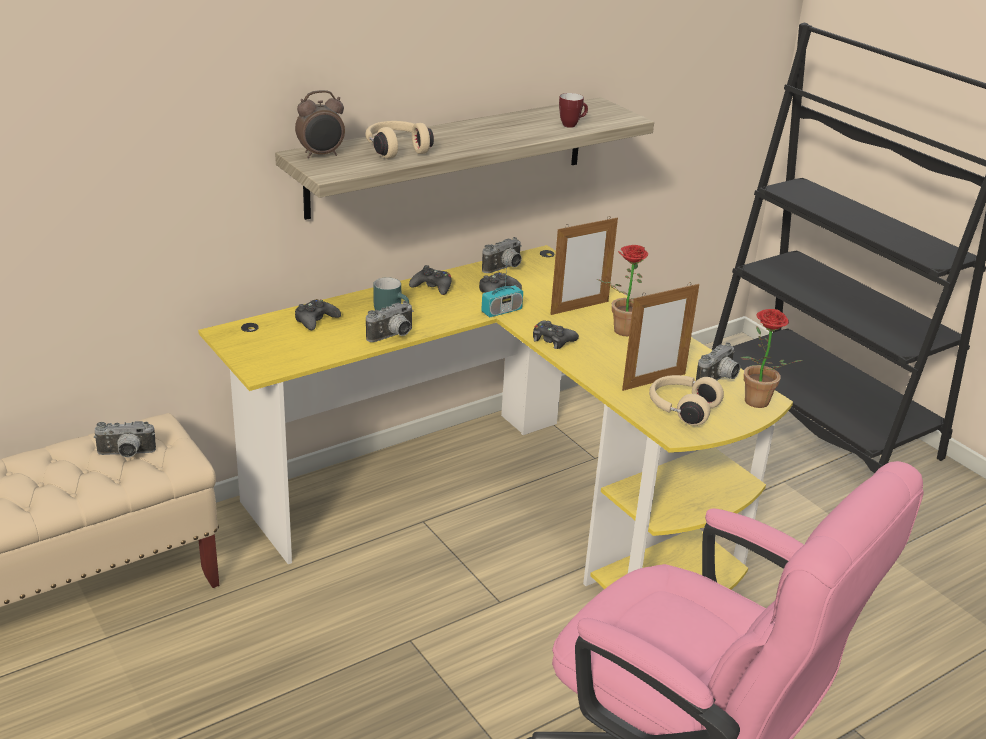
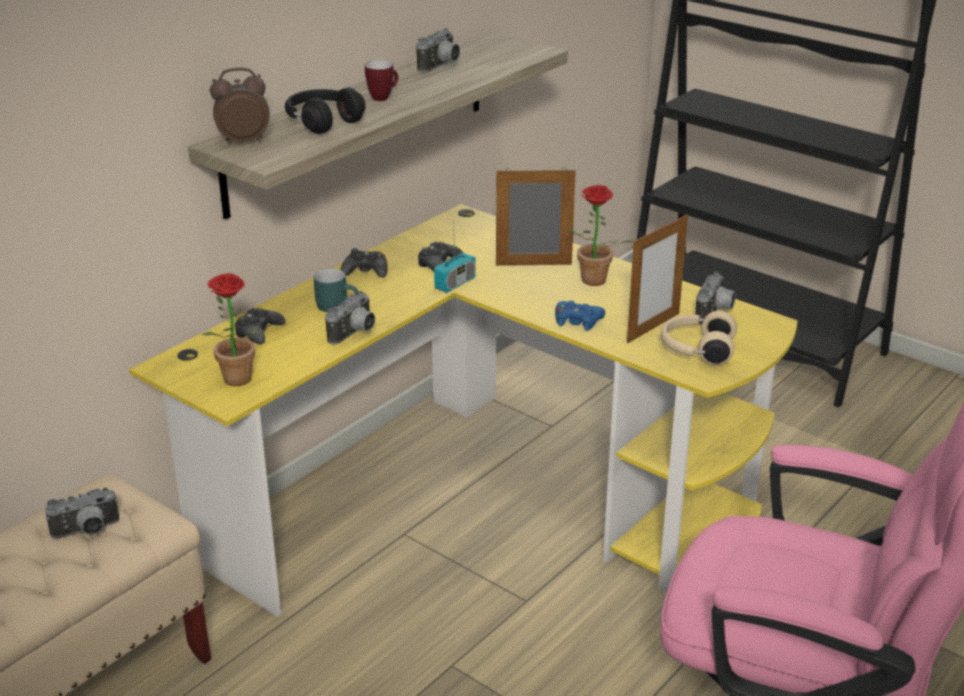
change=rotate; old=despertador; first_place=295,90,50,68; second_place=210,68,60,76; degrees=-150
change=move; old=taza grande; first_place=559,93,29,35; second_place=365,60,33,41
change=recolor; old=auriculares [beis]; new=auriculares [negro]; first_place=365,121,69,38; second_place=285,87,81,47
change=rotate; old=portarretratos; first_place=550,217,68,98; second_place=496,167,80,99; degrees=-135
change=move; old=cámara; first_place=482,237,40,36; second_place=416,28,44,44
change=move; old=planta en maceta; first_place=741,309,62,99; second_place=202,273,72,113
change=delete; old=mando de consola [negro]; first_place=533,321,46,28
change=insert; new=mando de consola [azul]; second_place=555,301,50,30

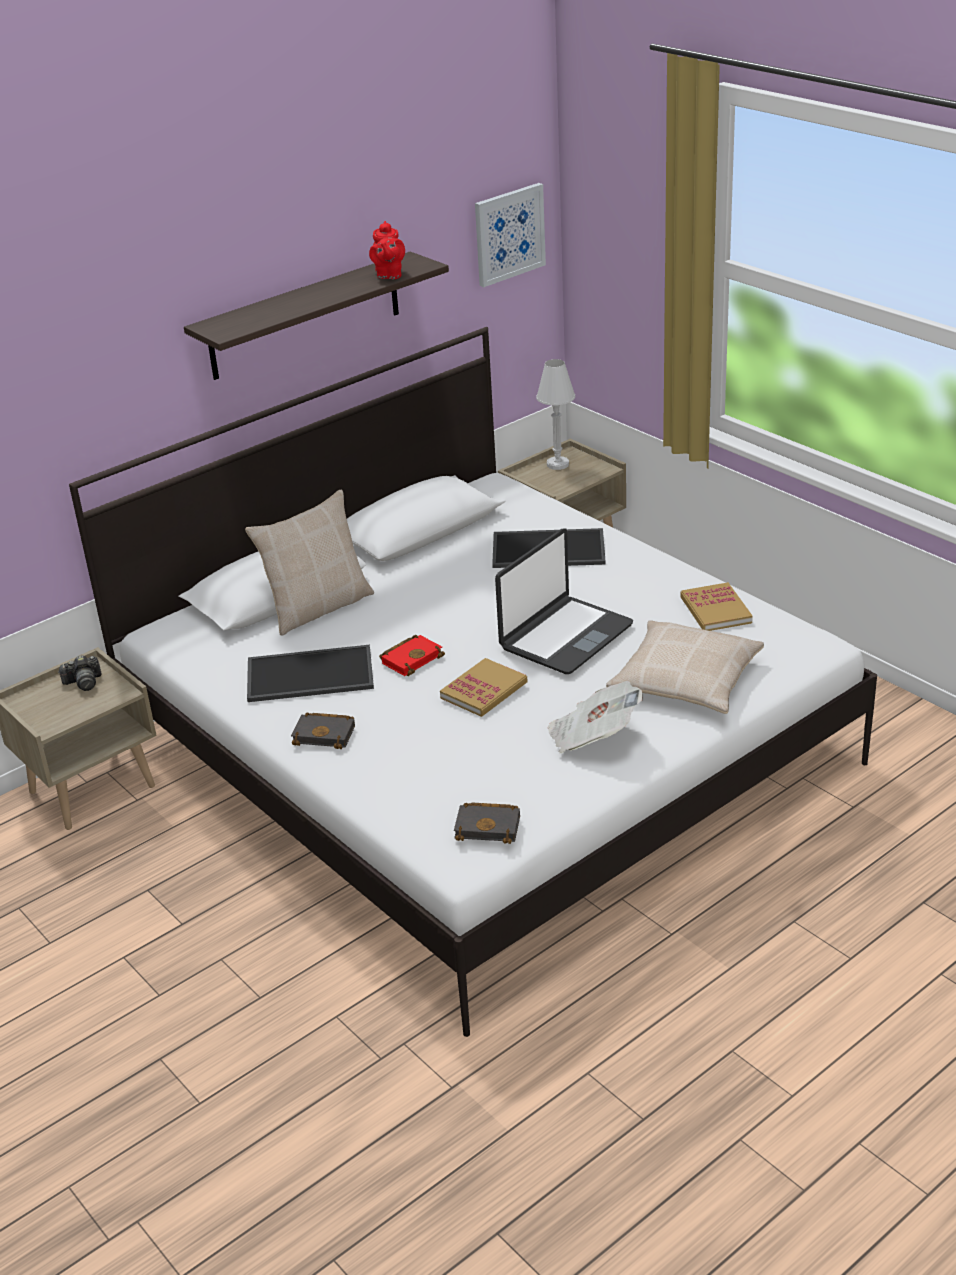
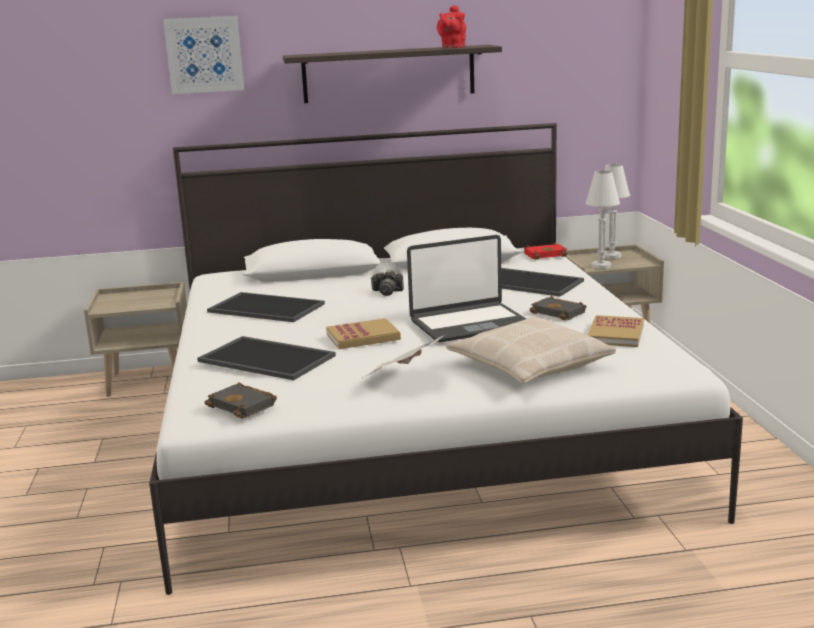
change=move; old=cuadro; first_place=475,183,71,104; second_place=163,16,81,78
change=delete; old=cojín [beis]; first_place=245,490,129,146
change=move; old=libro [rojo]; first_place=379,635,66,41; second_place=524,243,43,17
change=move; old=cámara; first_place=58,655,44,36; second_place=370,269,34,27
change=move; old=libro [negro]; first_place=291,712,64,37; second_place=530,296,56,24
change=insert; new=lámpara de mesa [blanco]; second_place=586,171,34,98
change=insert; new=bandeja; second_place=197,336,139,44

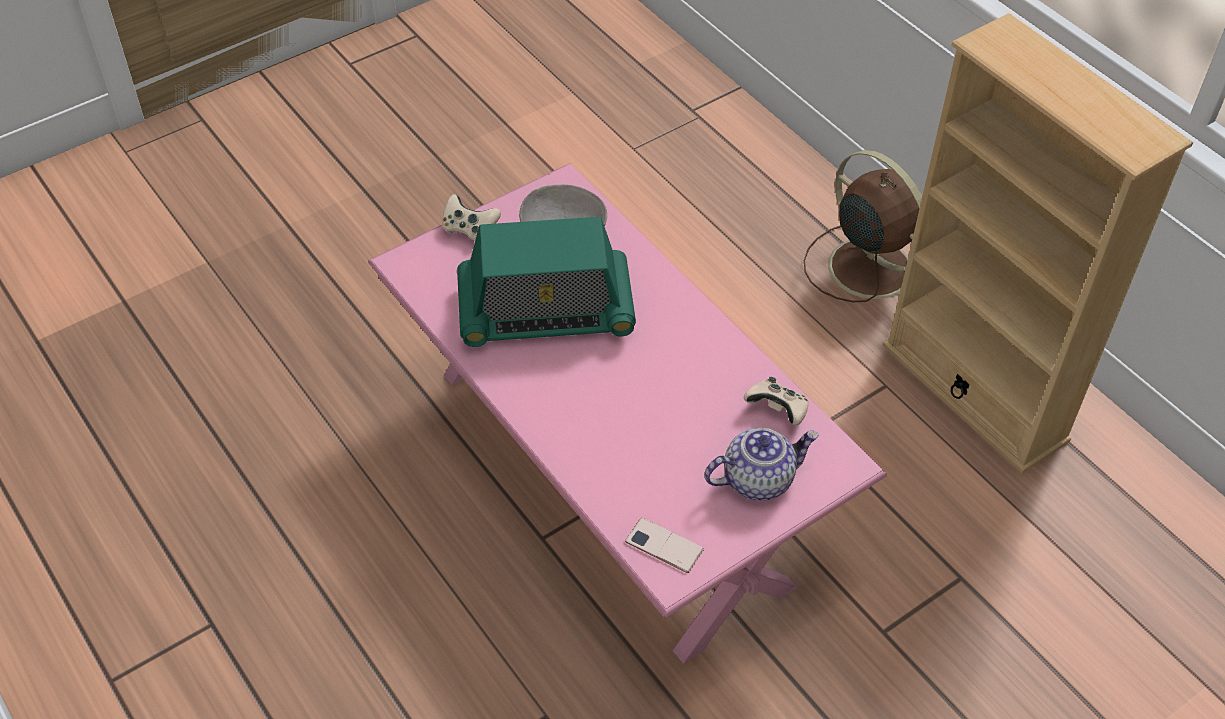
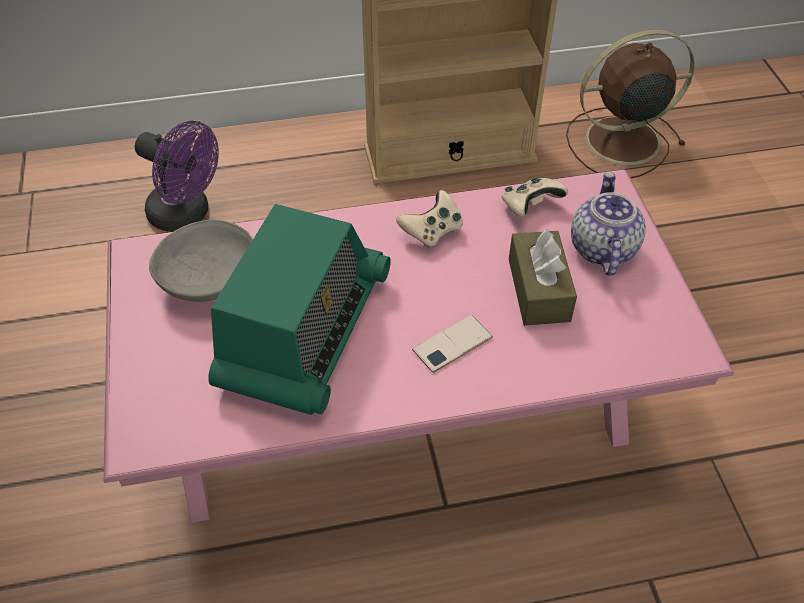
change=move; old=ventilador [marrón]; first_place=804,150,118,153; second_place=566,29,129,149
change=move; old=mando de consola [beis]; first_place=442,194,59,47; second_place=396,190,67,59
change=move; old=móvil; first_place=625,518,79,55; second_place=412,315,81,58
change=insert; new=ventilador [morado]; second_place=135,121,84,111
change=insert; new=caja de pañuelos [marrón]; second_place=509,229,68,96

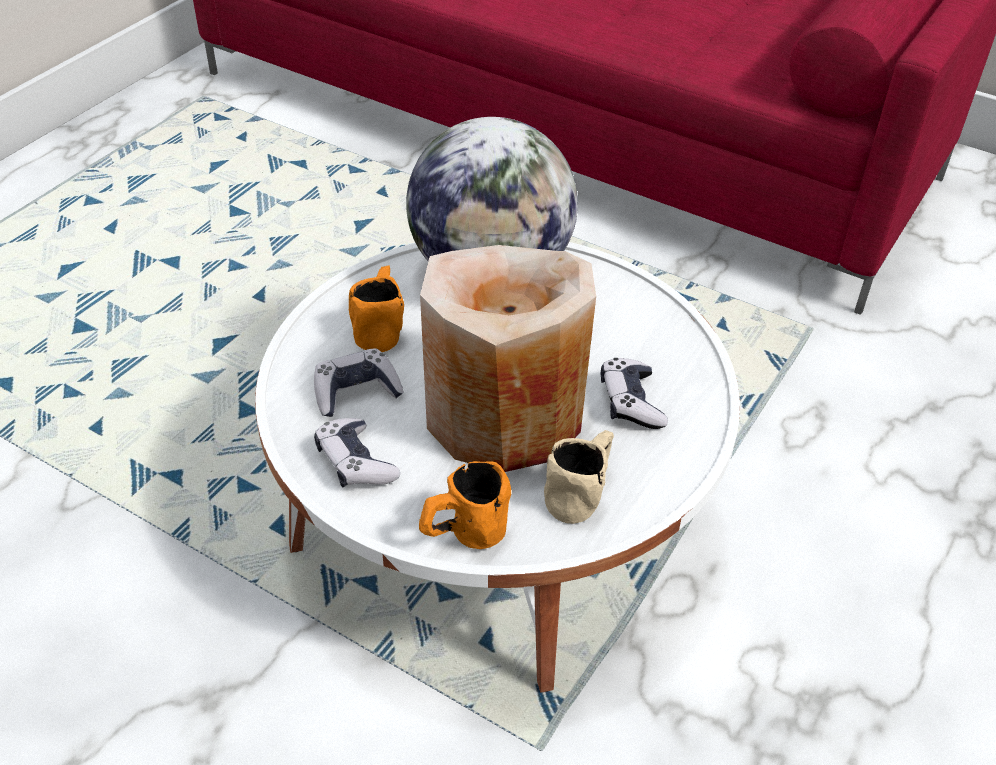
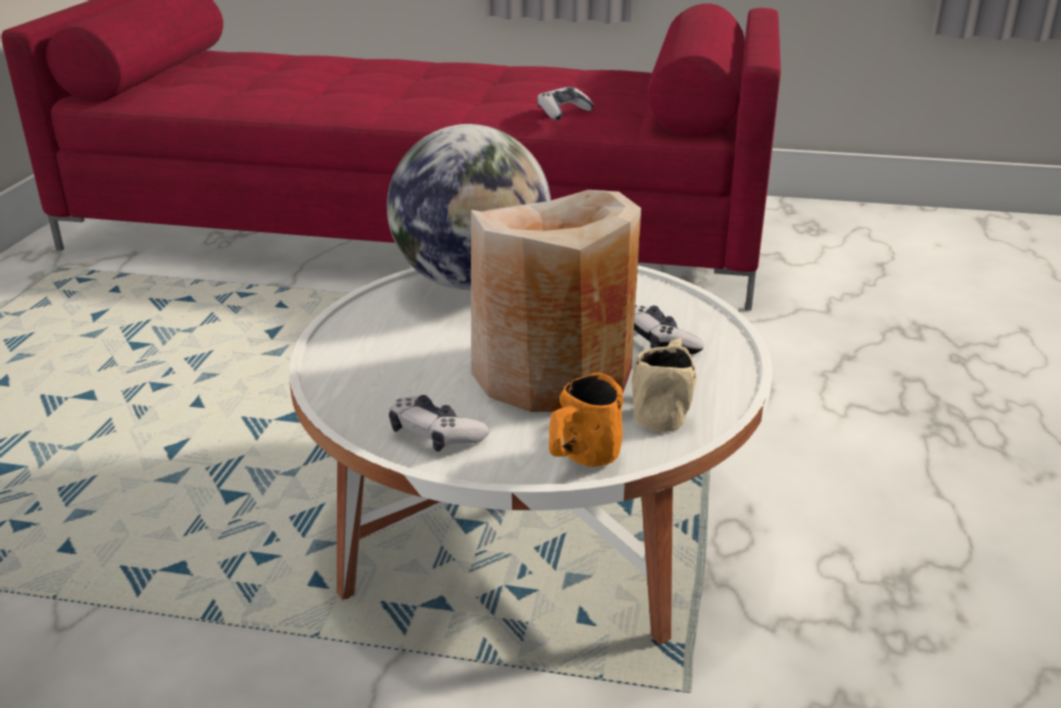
change=delete; old=taza grande [naranja]; first_place=349,265,55,87
change=move; old=mando de consola; first_place=314,348,90,69; second_place=537,87,58,33

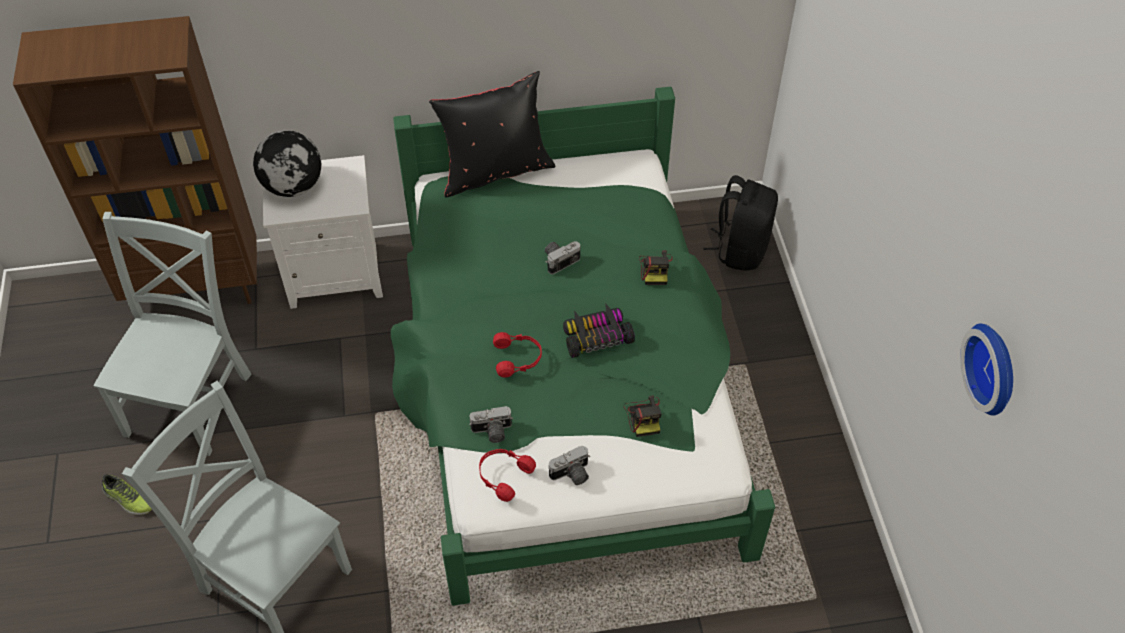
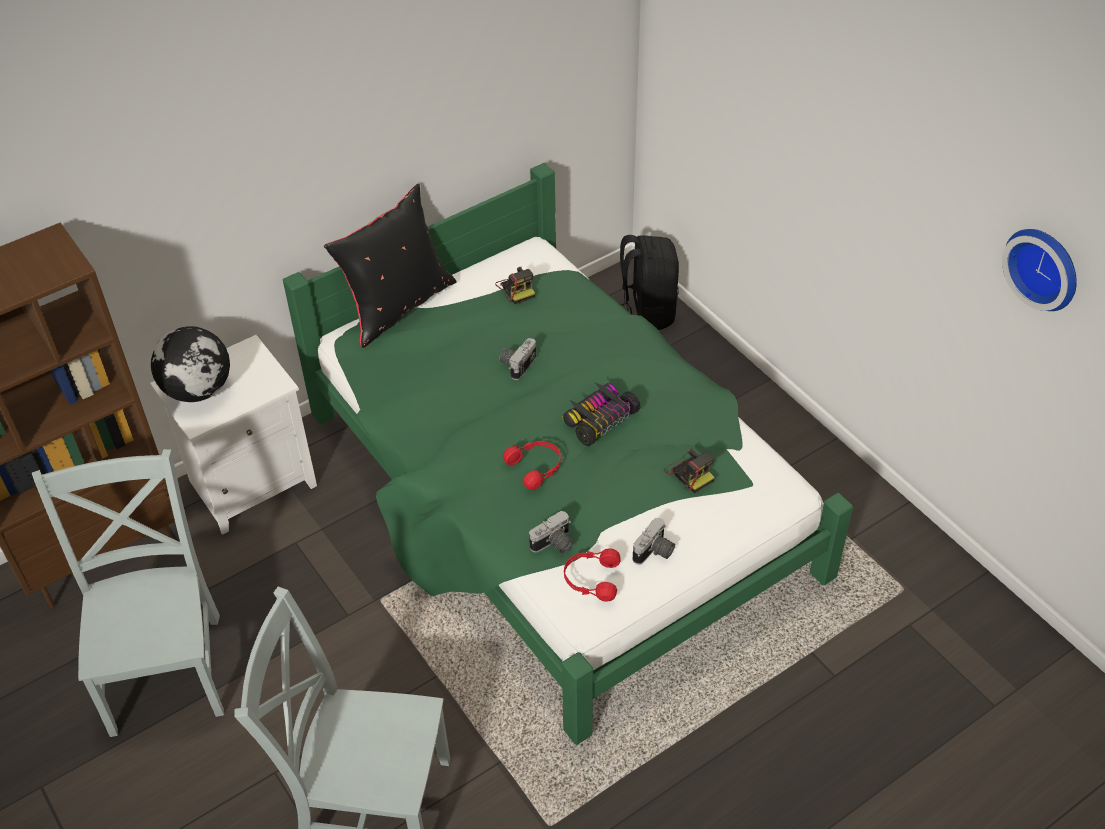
change=move; old=cámara; first_place=639,250,34,35; second_place=495,267,40,37
change=delete; old=zapato; first_place=102,474,50,41

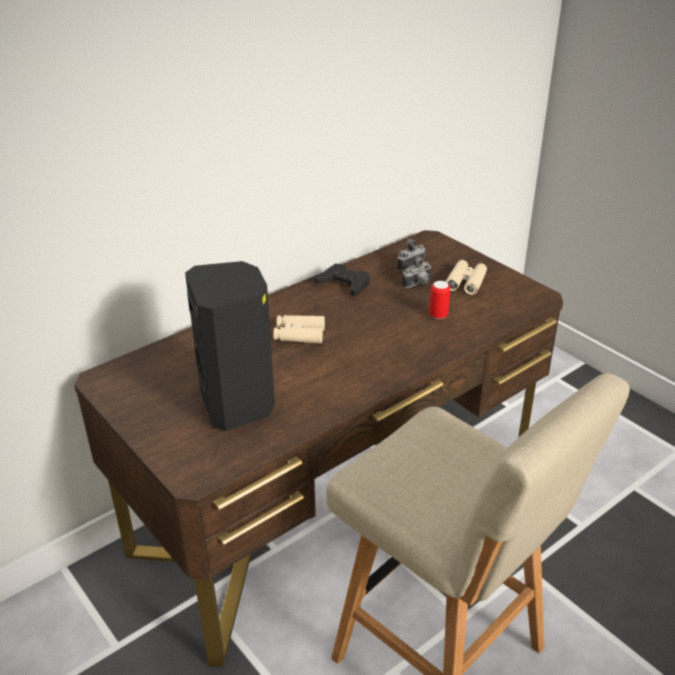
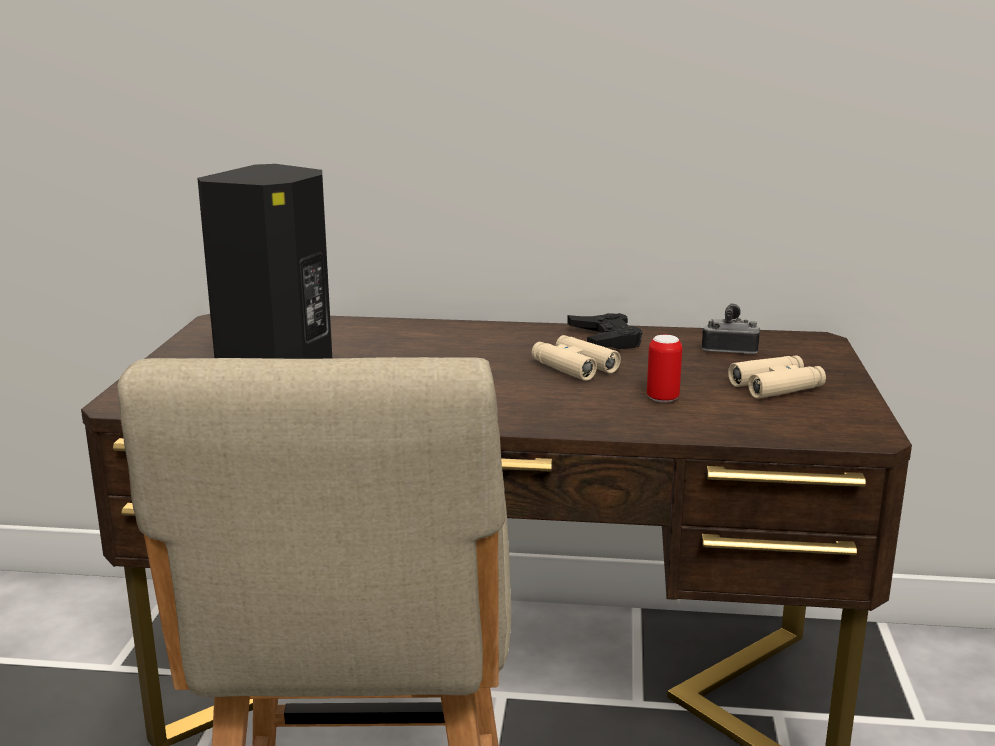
change=delete; old=cámara; first_place=402,255,30,33
change=move; old=prismáticos [beis]; first_place=273,315,52,28; second_place=531,335,90,46

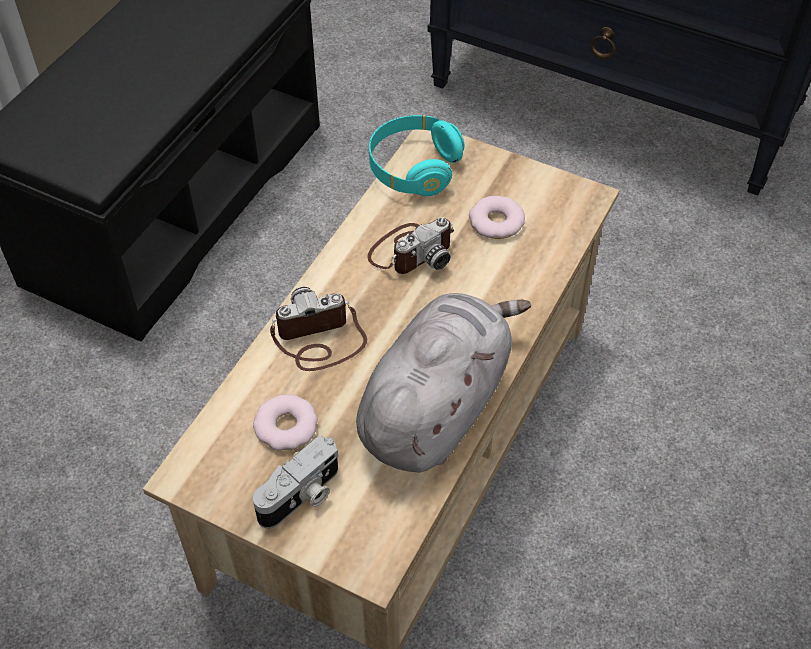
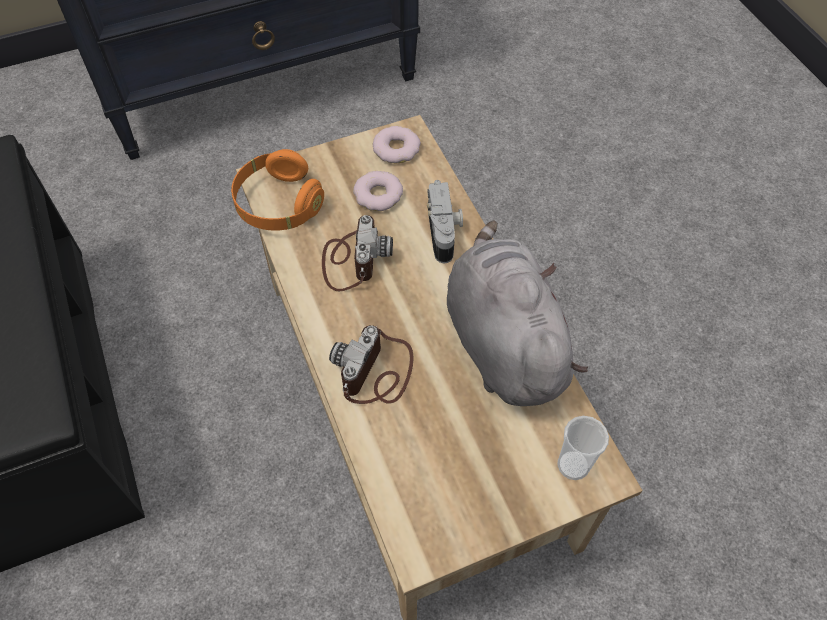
change=recolor; old=auriculares [turquesa]; new=auriculares [naranja]; first_place=369,115,95,81; second_place=231,149,93,82
change=move; old=rosquilla; first_place=253,395,65,56; second_place=373,126,48,37
change=move; old=cámara; first_place=253,436,85,92; second_place=427,180,36,83
change=insert; new=taza; second_place=557,416,52,64

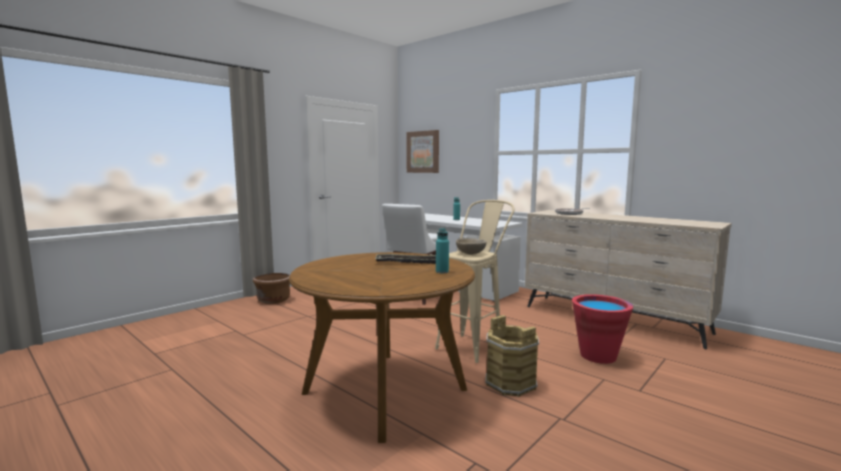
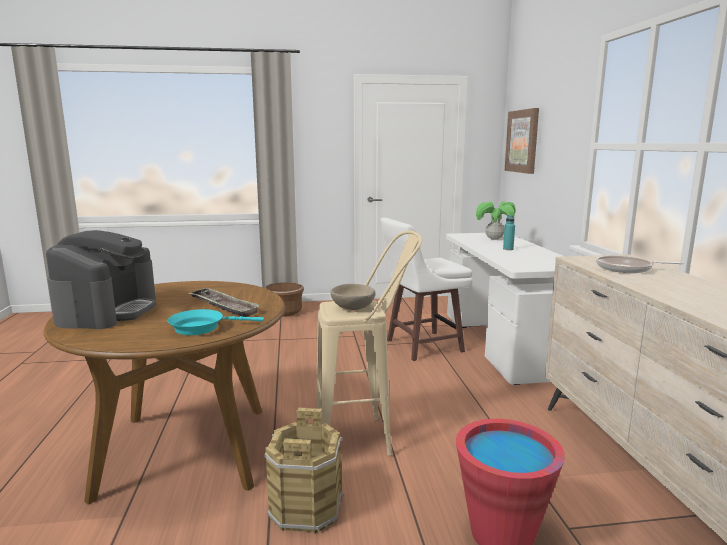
change=replace; old=botella [turquesa]; new=sartén [turquesa]; first_place=436,228,13,45; second_place=167,309,97,26
change=insert; new=planta en maceta; second_place=476,201,39,39
change=insert; new=cafetera; second_place=46,230,110,99

